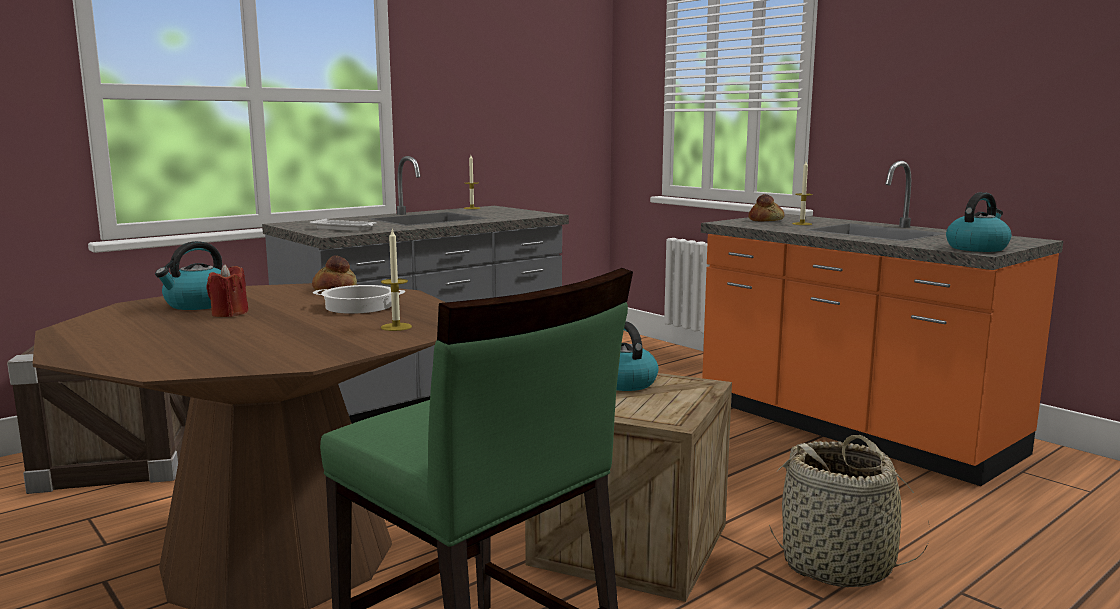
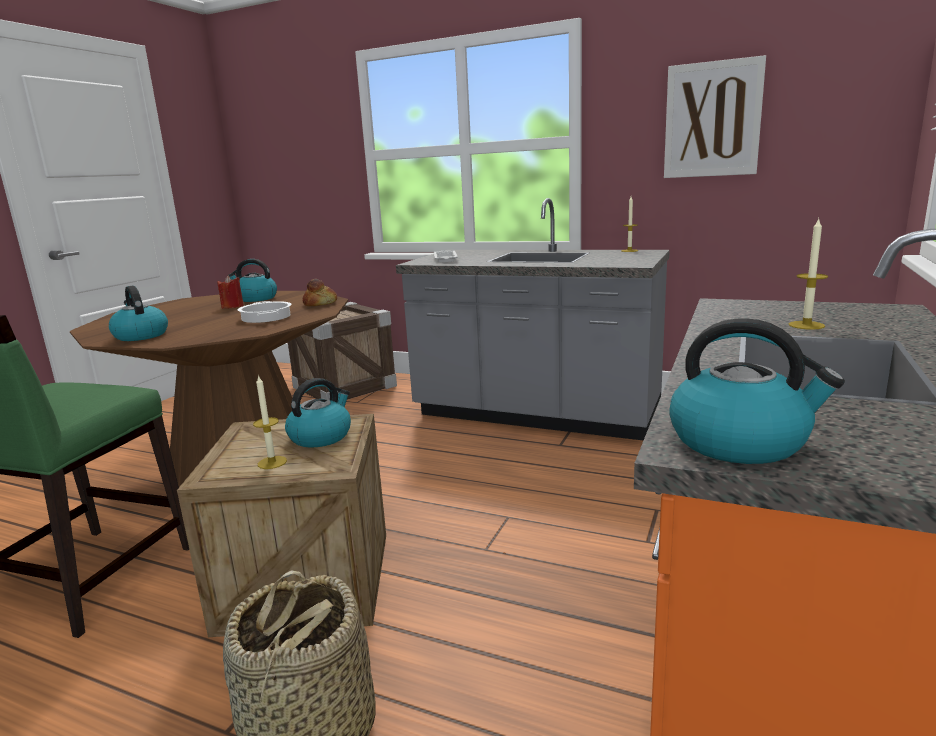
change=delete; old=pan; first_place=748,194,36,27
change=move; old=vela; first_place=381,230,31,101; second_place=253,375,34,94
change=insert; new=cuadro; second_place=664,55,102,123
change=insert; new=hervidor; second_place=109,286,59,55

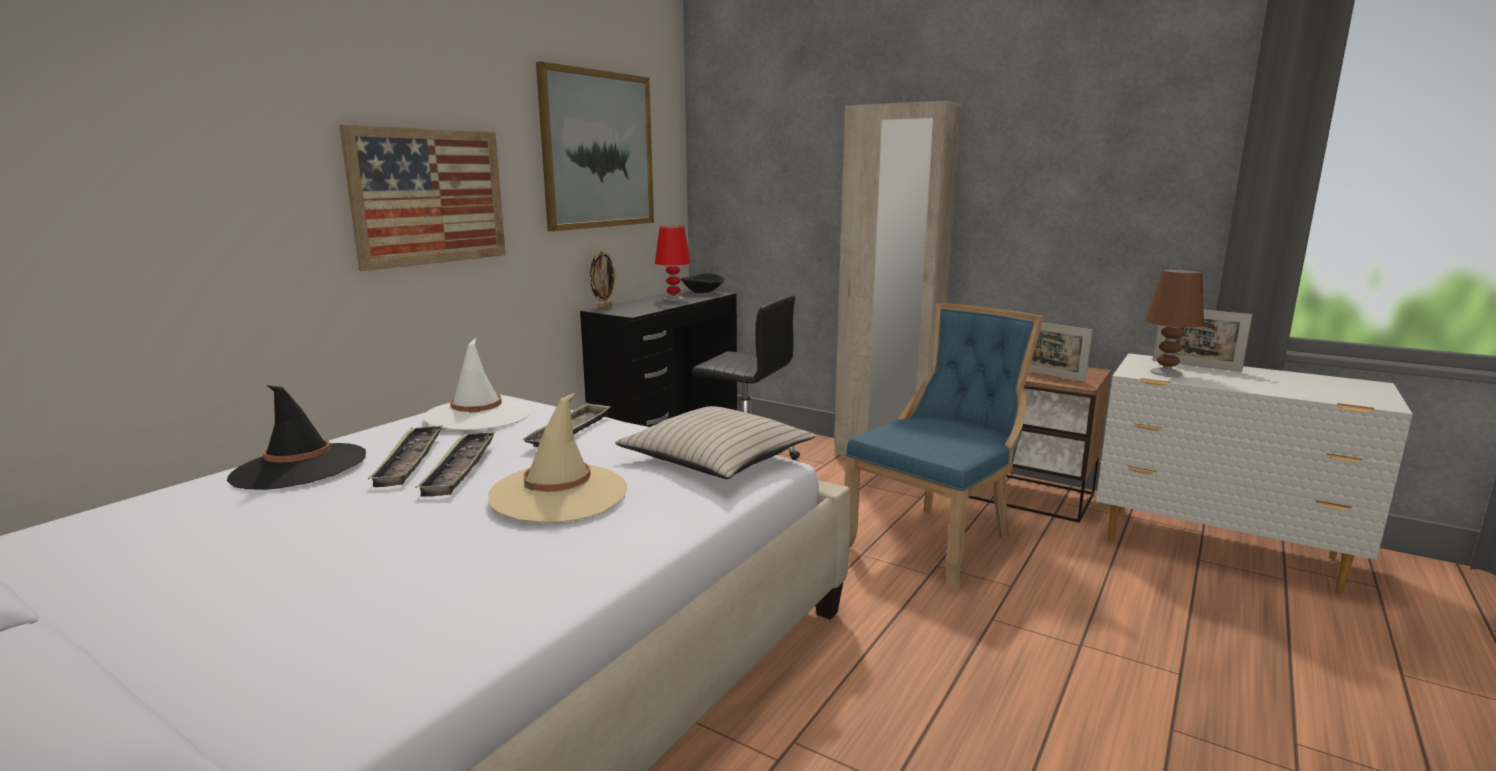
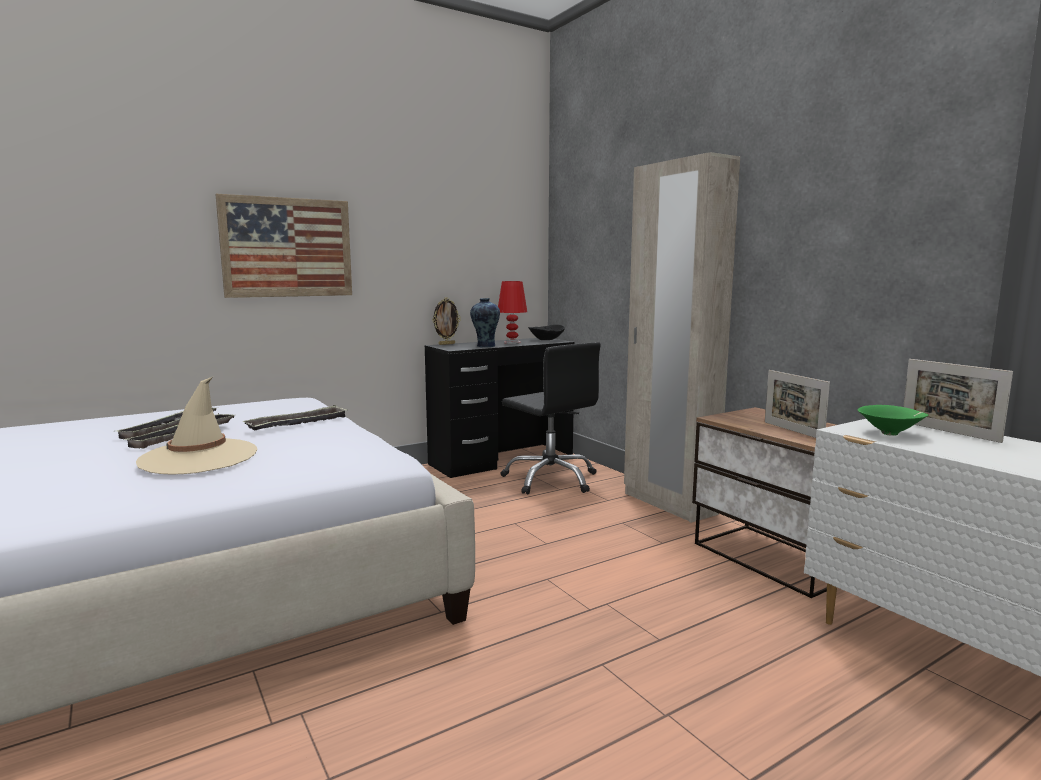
change=delete; old=cuadro; first_place=536,61,118,170
change=replace; old=lámpara de mesa [marrón]; new=cuenco [verde]; first_place=1145,269,59,108; second_place=858,405,70,31
change=delete; old=silla [azul]; first_place=845,303,199,291
change=delete; old=sombrero [blanco]; first_place=423,338,107,92
change=delete; old=sombrero [negro]; first_place=227,385,139,105
change=delete; old=cojín [beis]; first_place=615,406,201,73
change=insert; new=florero; second_place=470,298,30,49

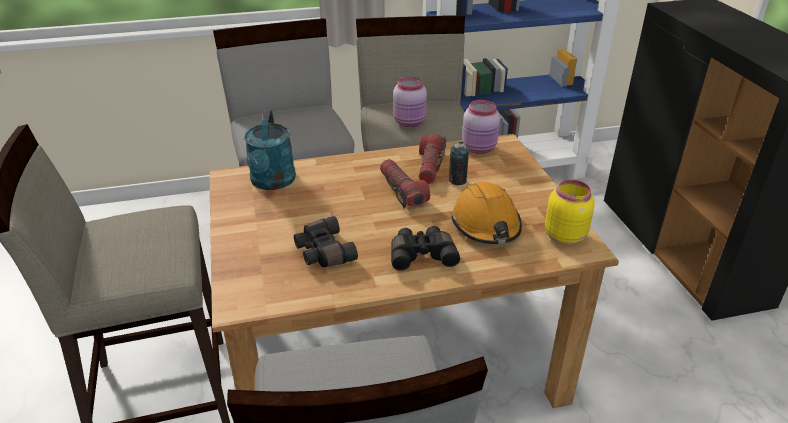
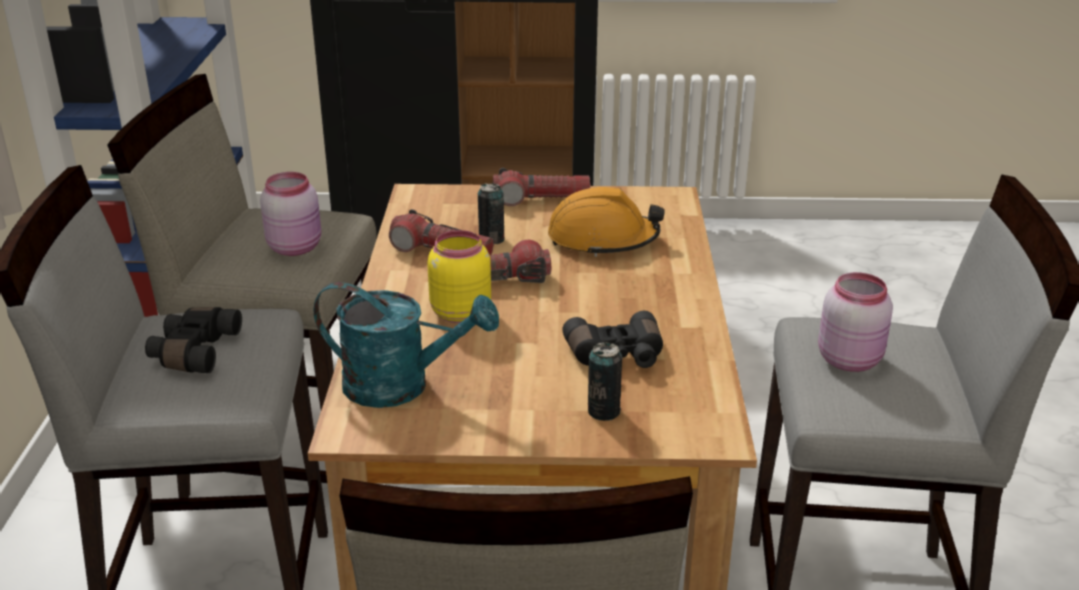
change=move; old=tarro [rosa]; first_place=462,100,38,54; second_place=818,272,75,100
change=move; old=tarro [amarillo]; first_place=545,180,50,65; second_place=427,230,64,93
change=move; old=prismáticos [negro]; first_place=391,226,69,45; second_place=145,307,97,66
change=insert; new=linterna; second_place=493,168,97,38
change=insert; new=lata; second_place=588,342,35,79

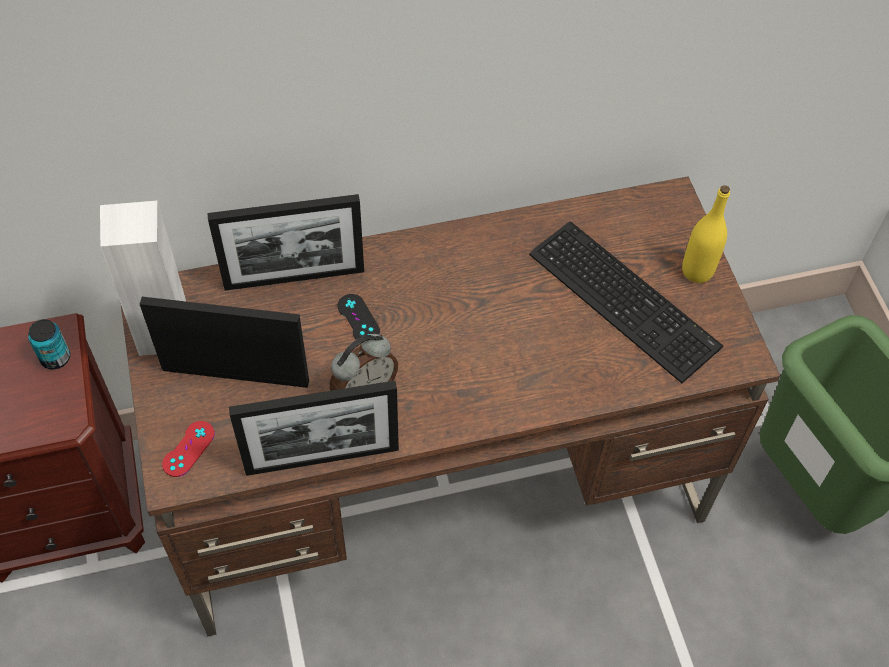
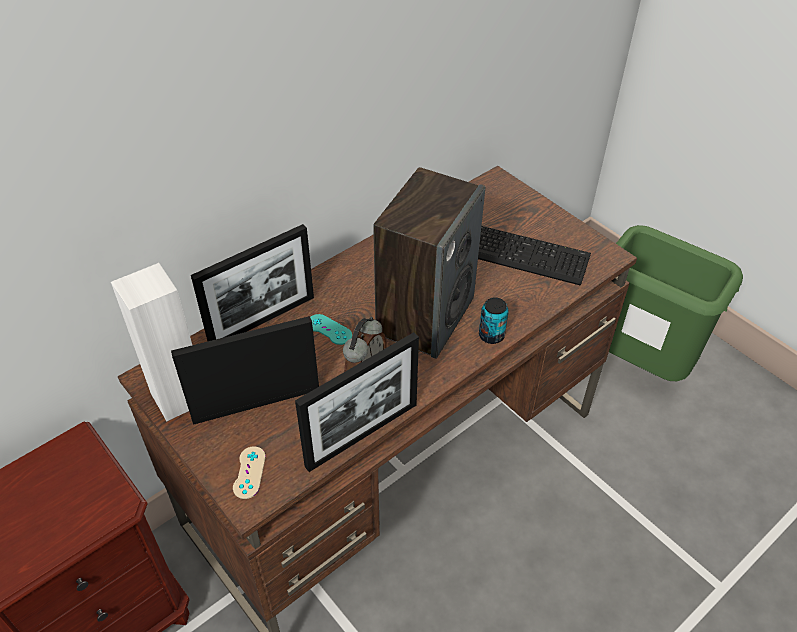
change=delete; old=botella [amarillo]; first_place=682,185,48,98
change=recolor; old=mando de consola [negro]; new=mando de consola [turquesa]; first_place=338,294,42,45; second_place=310,314,42,31
change=move; old=lata; first_place=28,319,42,50; second_place=479,298,30,46
change=recolor; old=mando de consola [rojo]; new=mando de consola [beis]; first_place=162,421,53,56; second_place=233,446,33,53
change=insert; new=altavoz; second_place=373,167,112,192

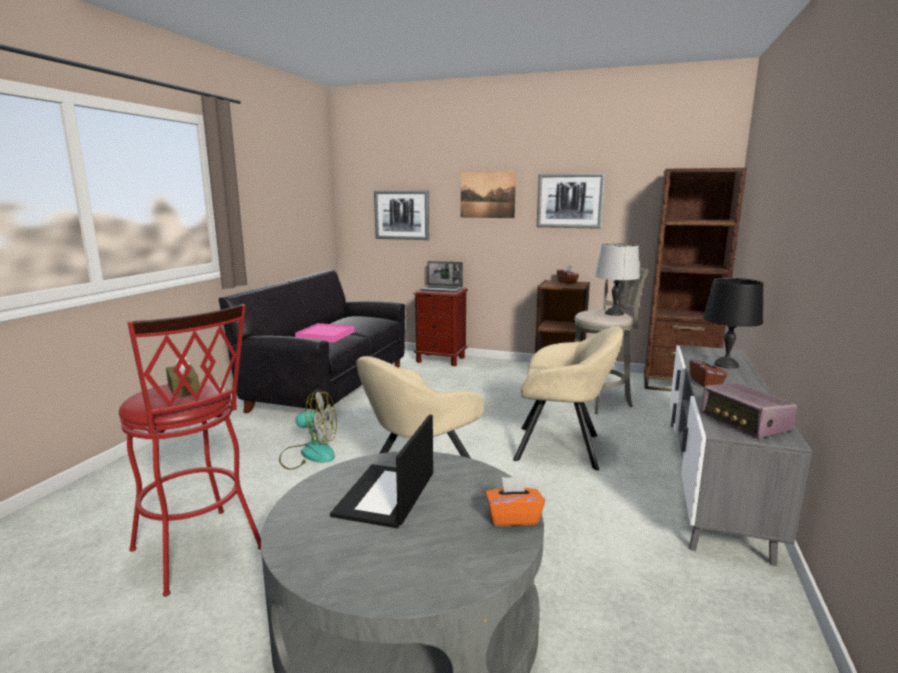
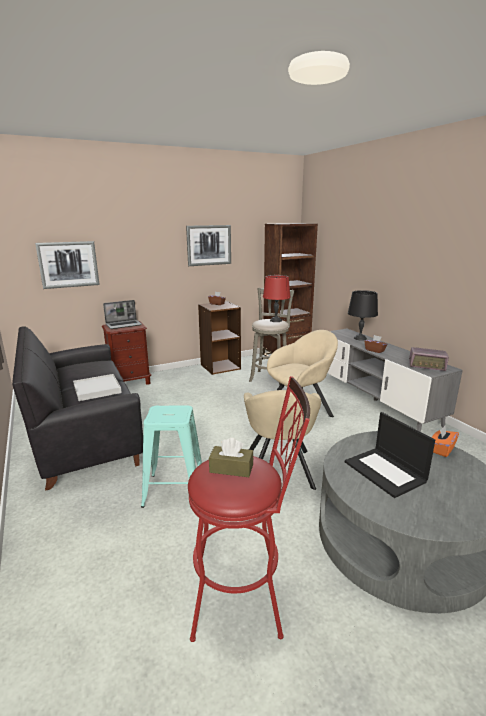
change=delete; old=cuadro; first_place=461,171,55,47
change=recolor; old=lámpara de mesa [gris]; new=lámpara de mesa [rojo]; first_place=595,243,45,73; second_place=263,275,28,47
change=recolor; old=bandeja [rosa]; new=bandeja [blanco]; first_place=295,323,60,20; second_place=73,374,49,27
change=replace; old=ventilador; new=taburete [turquesa]; first_place=279,389,58,81; second_place=141,405,61,103

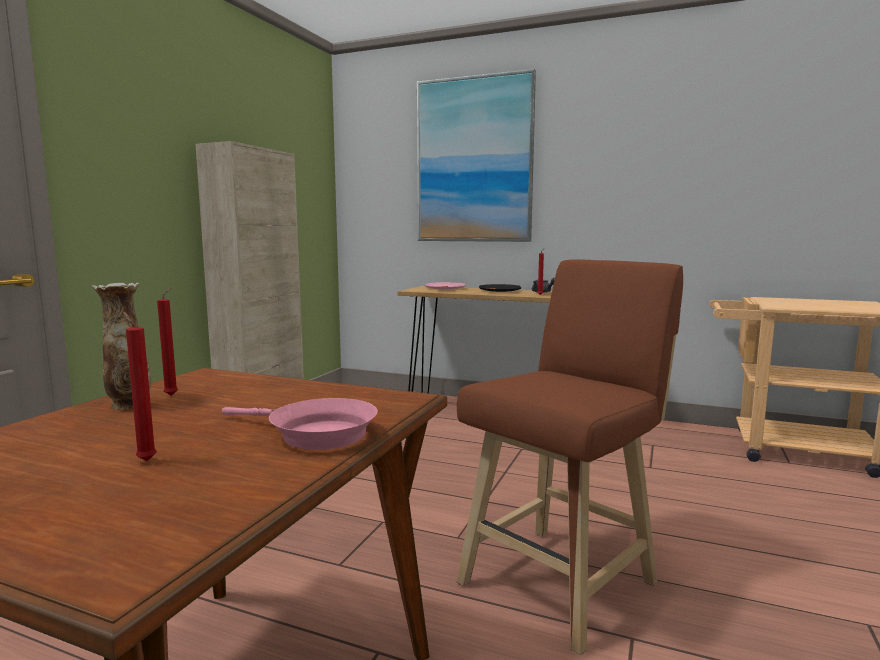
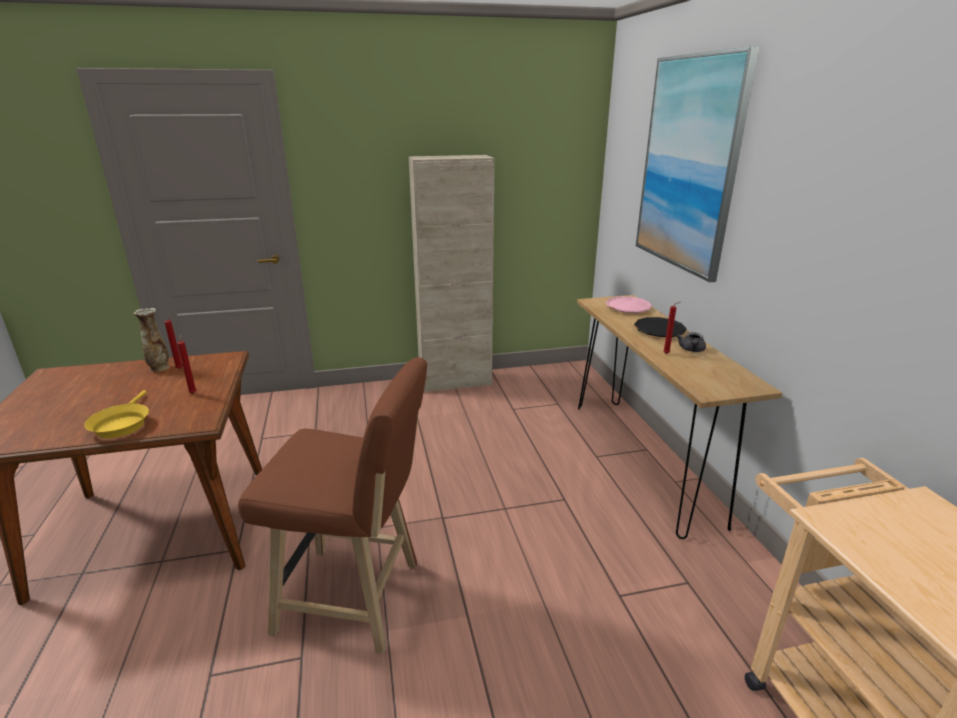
change=move; old=vela [rojo]; first_place=123,312,34,149; second_place=177,334,20,60
change=recolor; old=sartén [rosa]; new=sartén [amarillo]; first_place=222,398,156,52; second_place=84,390,65,48

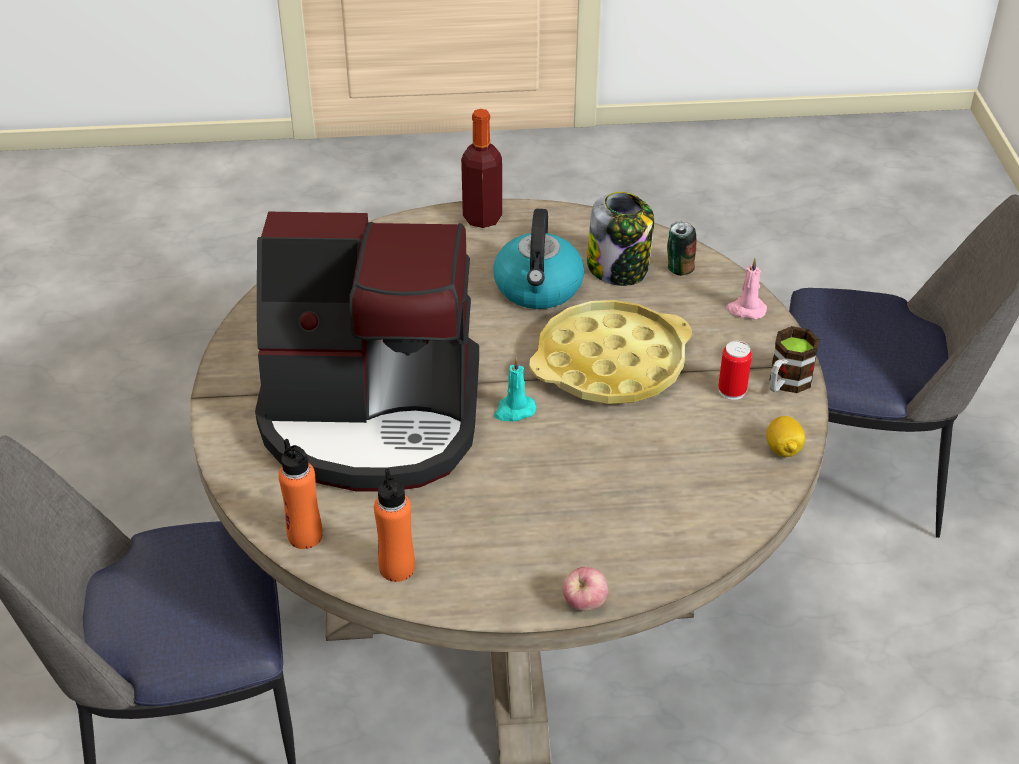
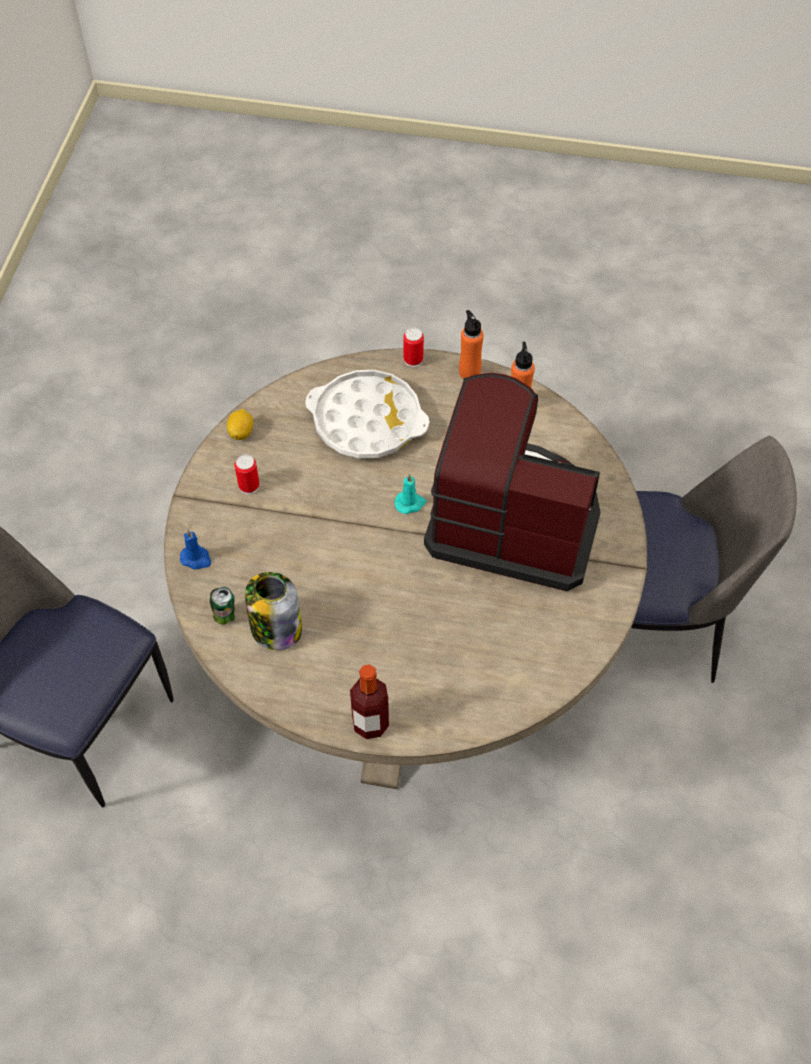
change=delete; old=hervidor; first_place=493,209,91,100
change=recolor; old=vela [rosa]; new=vela [azul]; first_place=726,258,41,61; second_place=180,530,31,39
change=delete; old=bandeja [amarillo]; first_place=529,300,163,104
change=delete; old=taza grande; first_place=769,326,51,67
change=move; old=botella [naranja]; first_place=278,439,44,110; second_place=459,310,25,69
change=replace; old=manzana; new=lata; first_place=563,567,45,44; second_place=404,328,20,39
change=insert; new=bandeja [blanco]; second_place=305,370,125,89

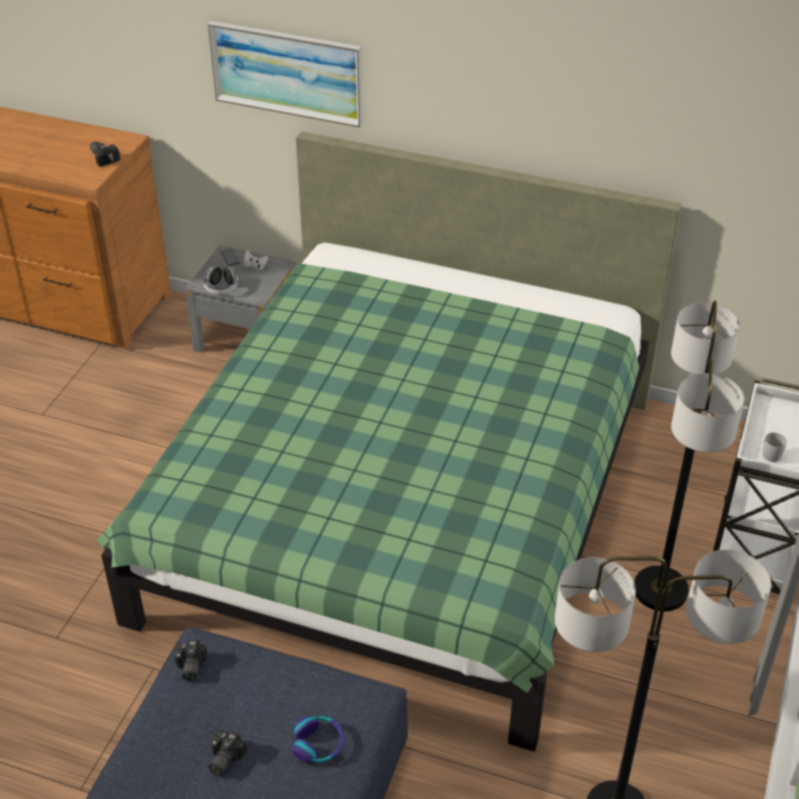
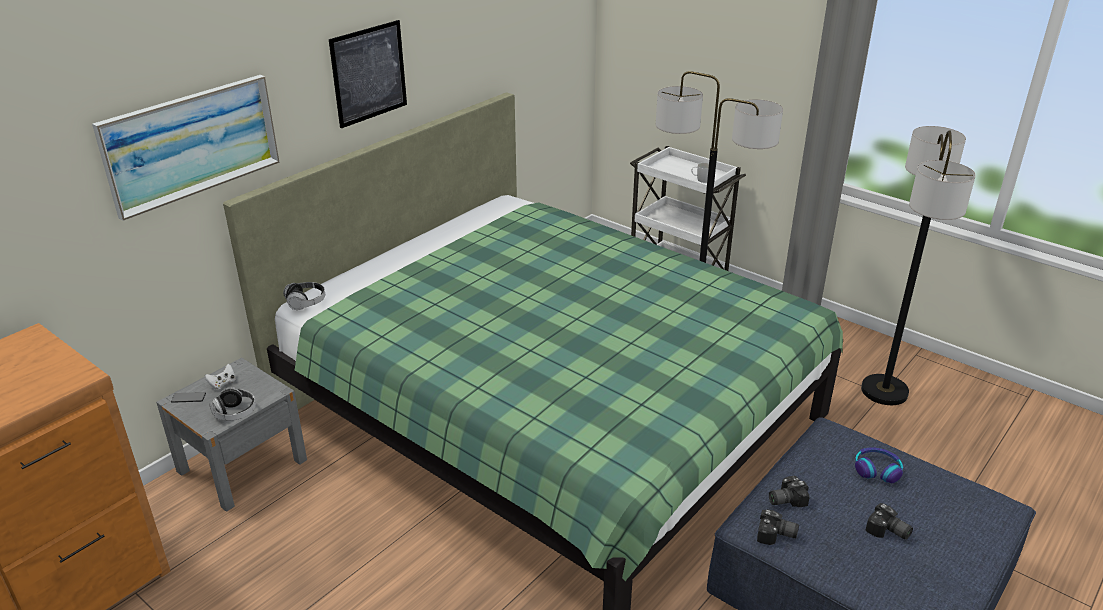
change=move; old=cámara; first_place=90,141,30,26; second_place=769,476,41,31
change=insert; new=cuadro; second_place=329,20,78,108
change=insert; new=auriculares; second_place=283,282,42,28

